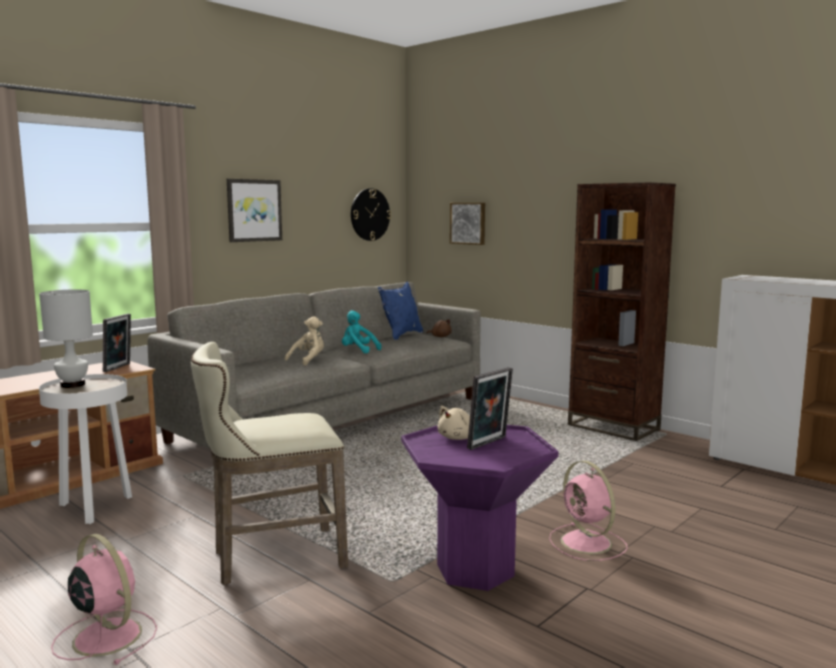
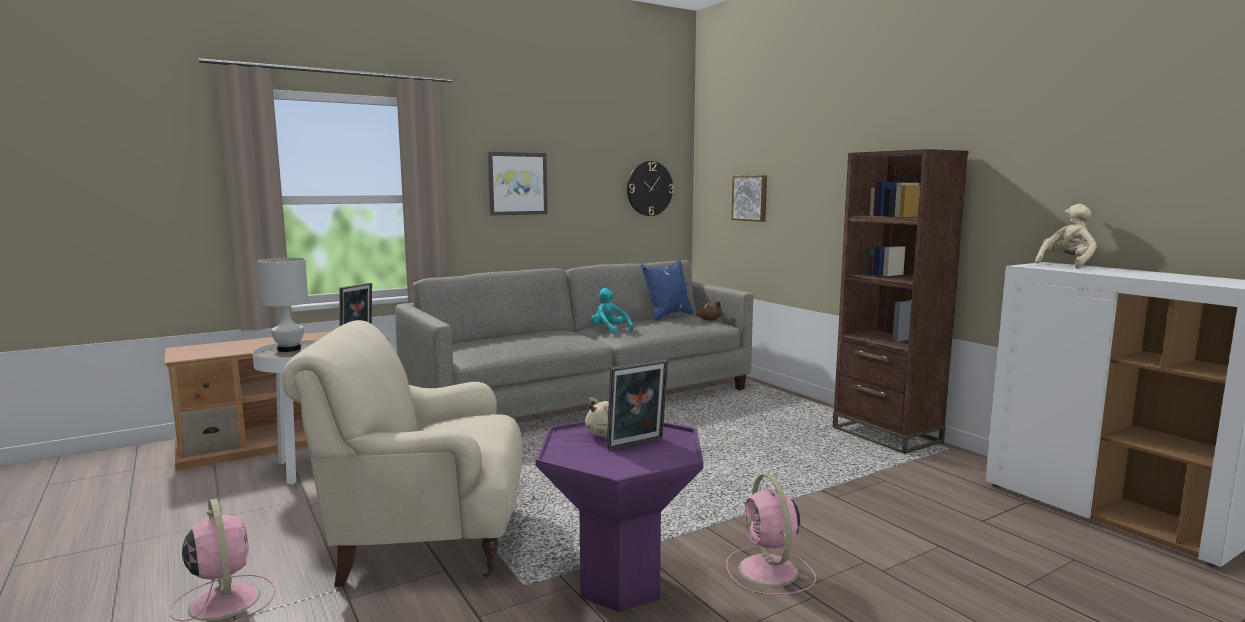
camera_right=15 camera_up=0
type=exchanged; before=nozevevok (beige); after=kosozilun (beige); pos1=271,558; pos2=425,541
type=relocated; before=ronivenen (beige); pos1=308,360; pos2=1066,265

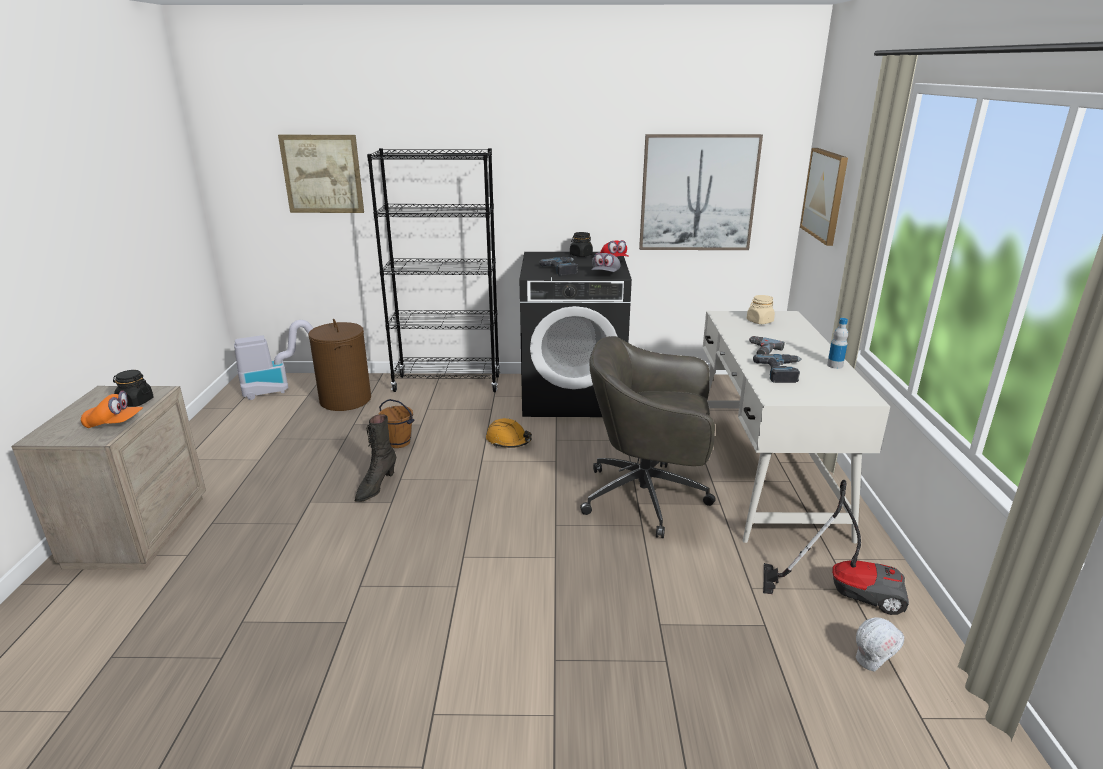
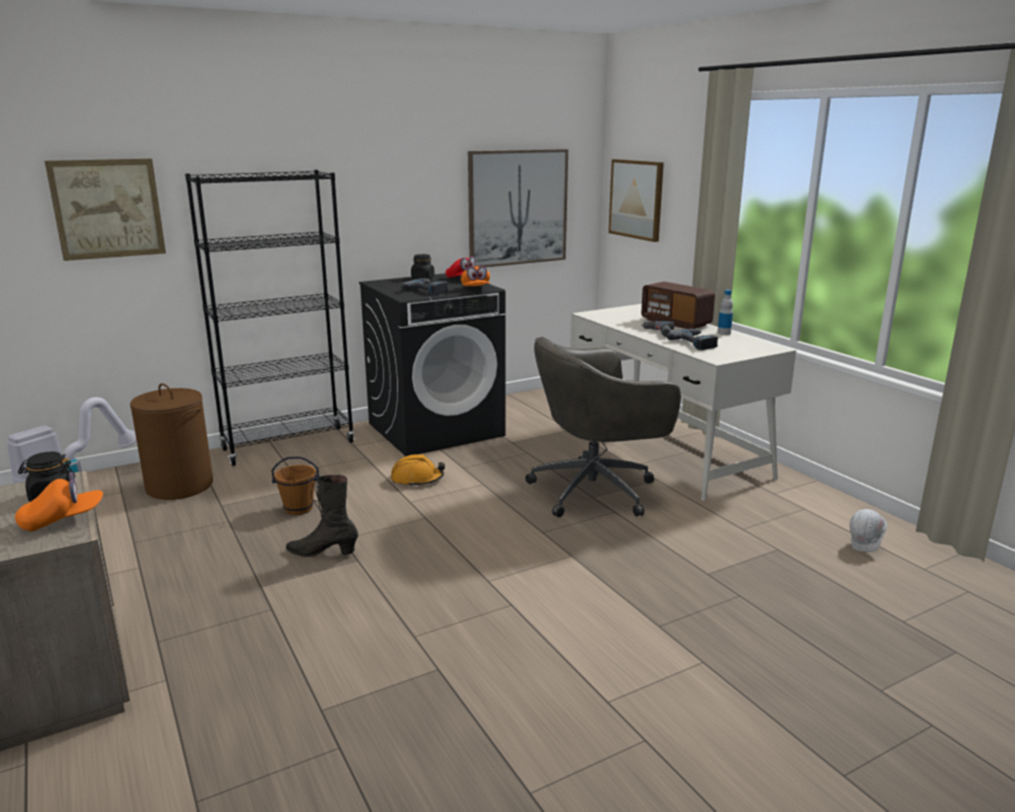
camera_right=-30 camera_up=-5
type=spun; before=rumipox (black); pos1=376,487; pos2=323,552; turn=105
type=colour; before=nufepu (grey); after=nufepu (orange); pos1=605,274; pos2=476,289
type=appeared; after=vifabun; pos2=676,322
type=missing; before=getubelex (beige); pos1=759,321
type=missing; before=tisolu; pos1=844,589

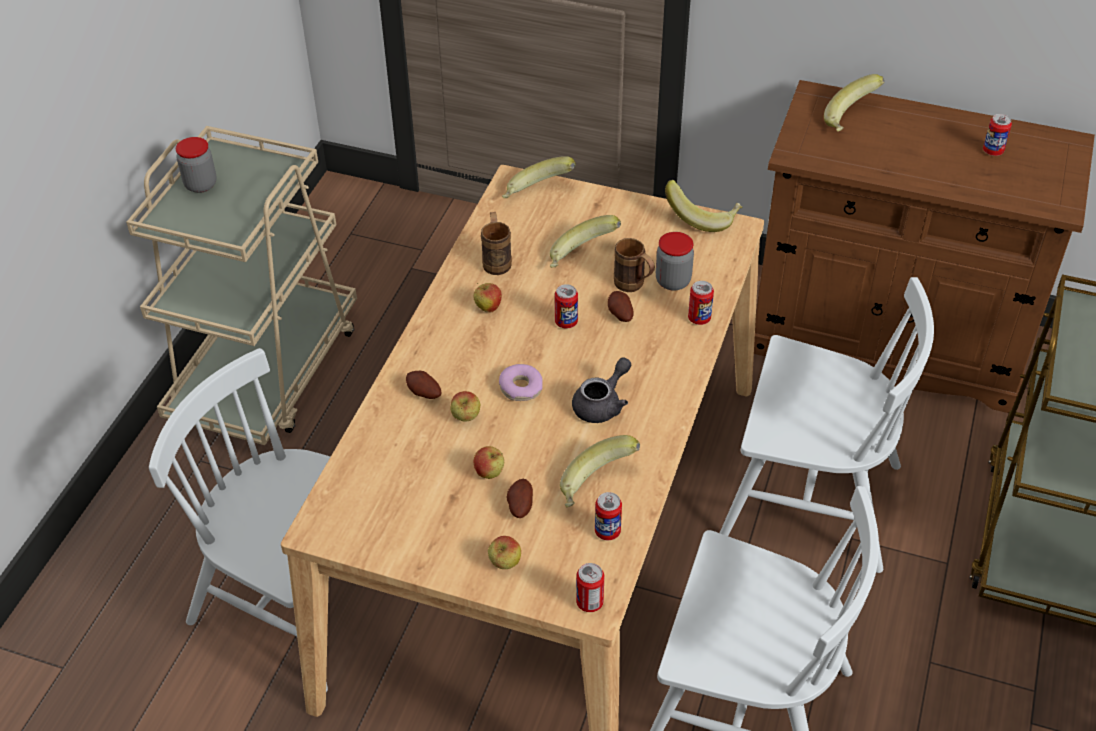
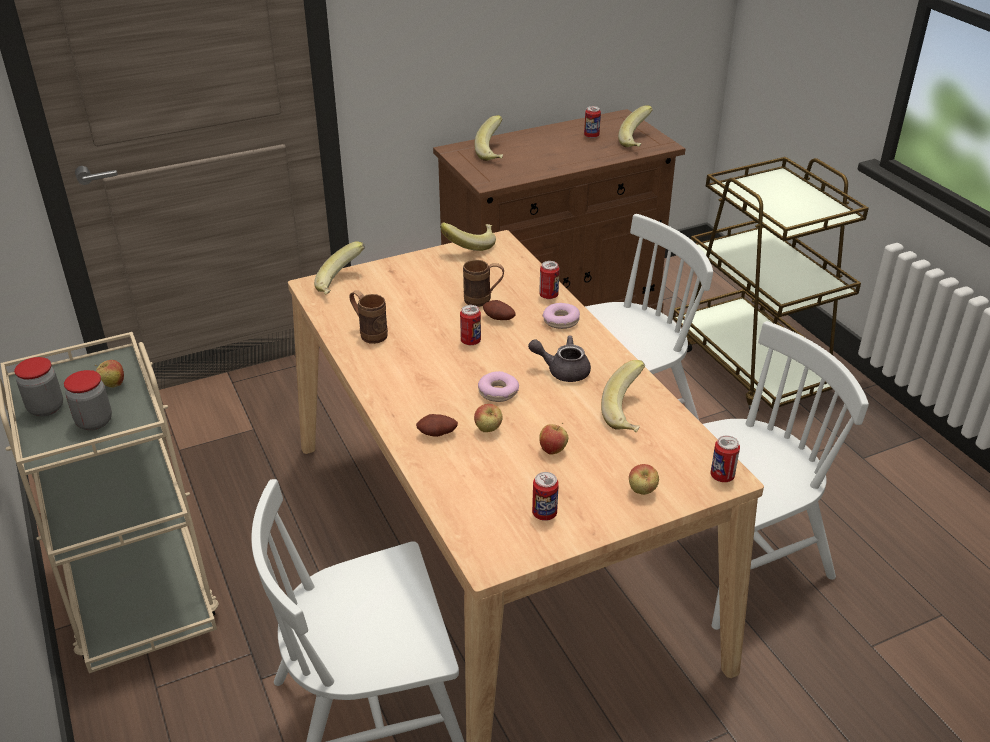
camera_right=-45 camera_up=-10
type=relocated; before=getubelex; pos1=673,281; pos2=94,422
type=relocated; before=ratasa; pos1=488,308; pos2=113,385
type=spun; before=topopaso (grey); pos1=602,404; pos2=562,370; turn=-75
type=relocated; before=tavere; pos1=607,531; pos2=544,514
type=appeared; after=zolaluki; pos2=561,321
type=relocated; before=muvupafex; pos1=582,258; pos2=638,142
type=missing; before=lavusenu; pos1=519,506

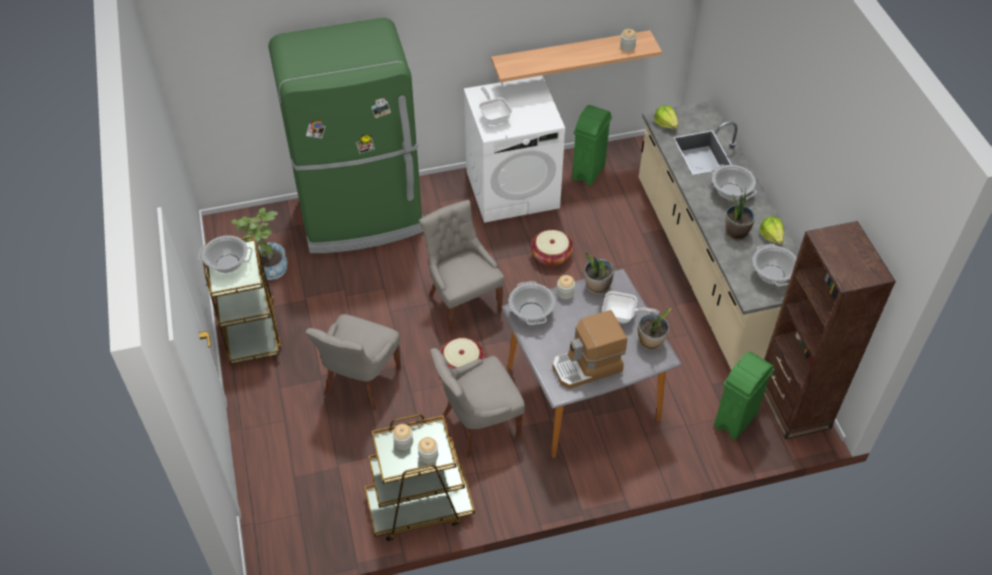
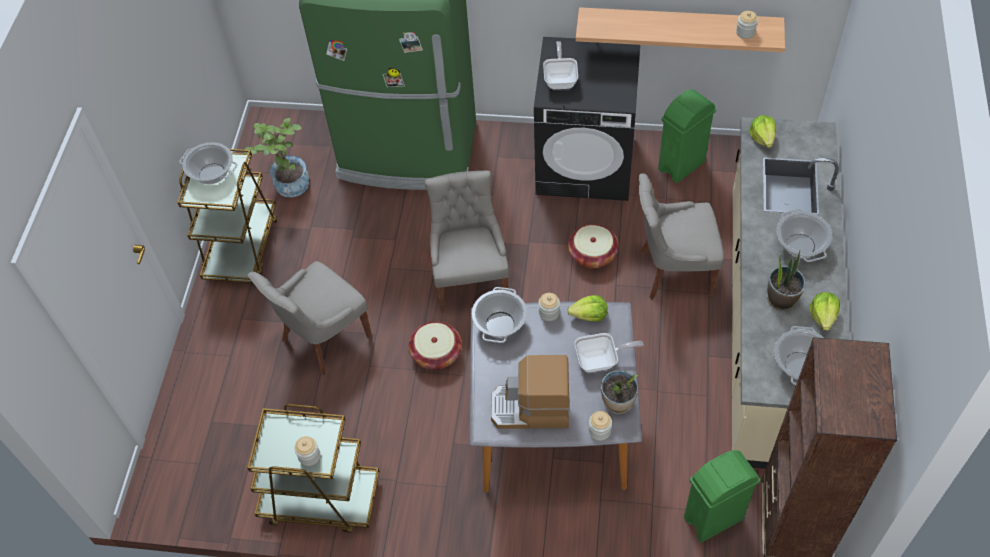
camera_right=25 camera_up=5
type=colour; before=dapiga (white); after=dapiga (black); pos1=513,189; pos2=585,164
type=exchanged; before=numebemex; after=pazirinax; pos1=597,286; pos2=589,315
type=spun; before=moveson; pos1=622,316; pos2=600,360; turn=-45
type=relocated; before=getubelex; pos1=403,442; pos2=599,431
type=relocated; before=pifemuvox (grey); pos1=478,425; pos2=673,271

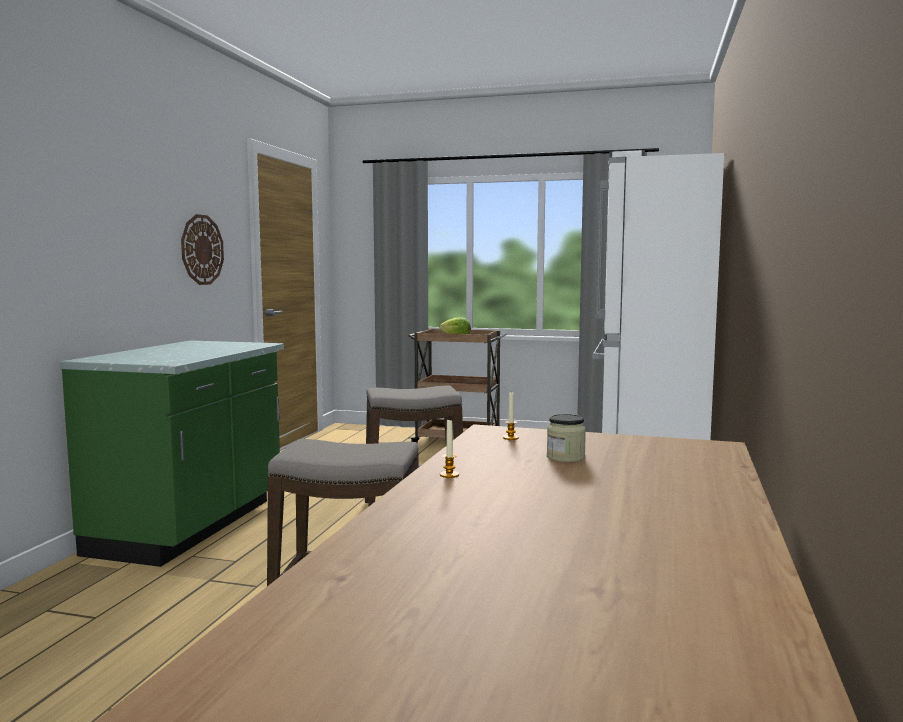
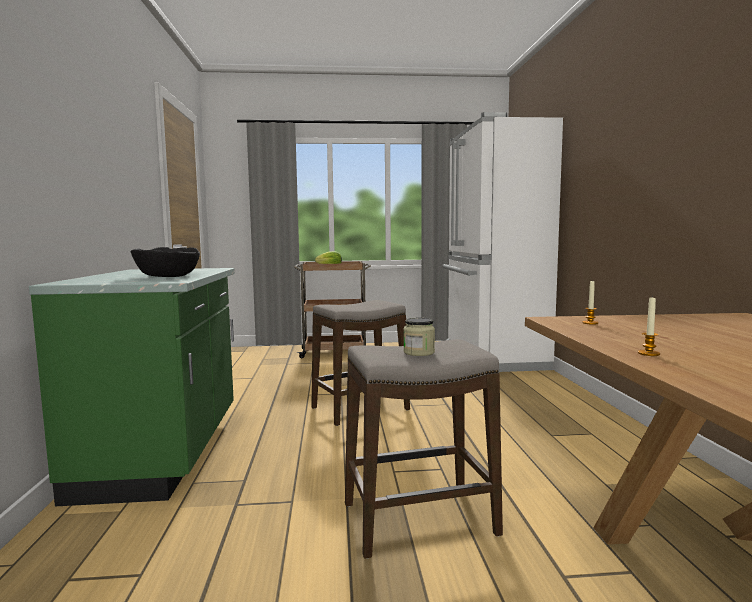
camera_right=-20 camera_up=0
type=appeared; after=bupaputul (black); pos2=168,276
type=relocated; before=getubelex; pos1=565,457; pos2=419,352
type=missing; before=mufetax; pos1=202,250

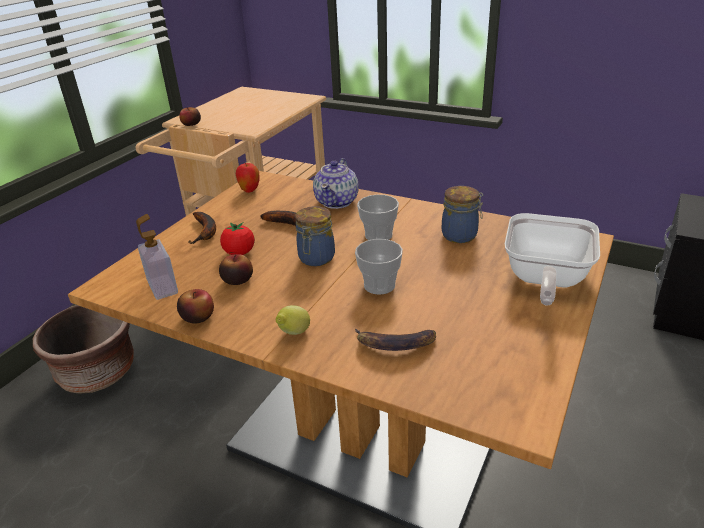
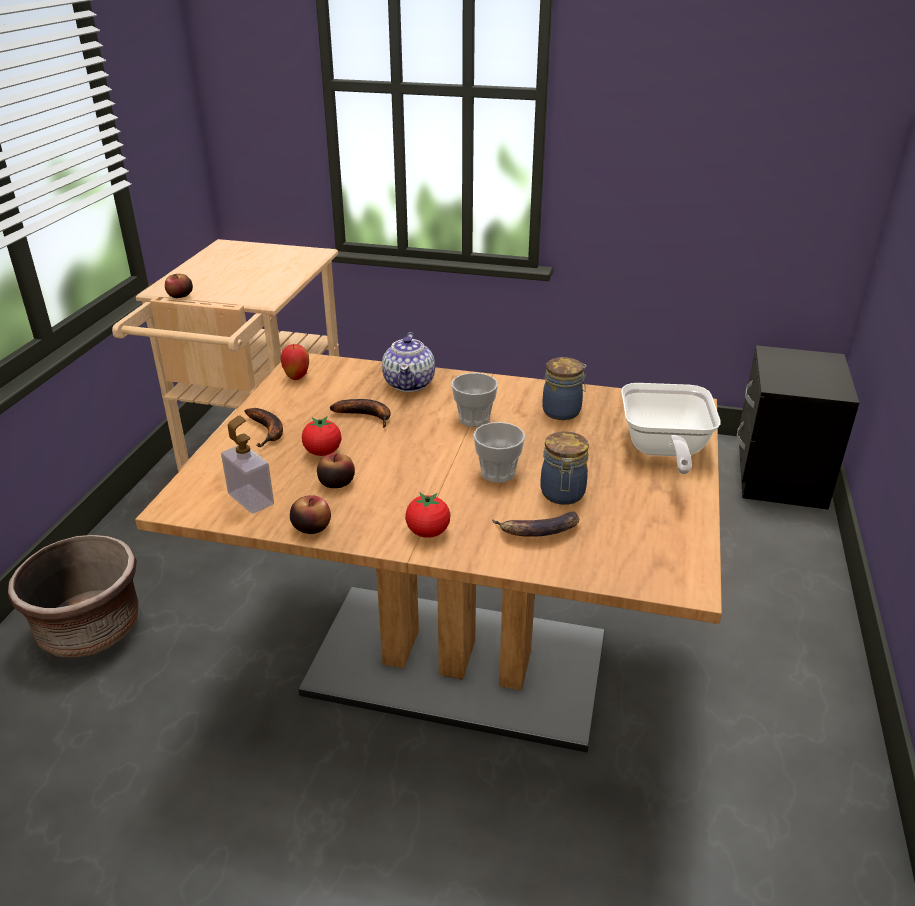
camera_right=-15 camera_up=0
type=exchanged; before=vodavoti; after=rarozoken; pos1=293,333; pos2=428,532
type=relocated; before=getubelex; pos1=316,259; pos2=562,495

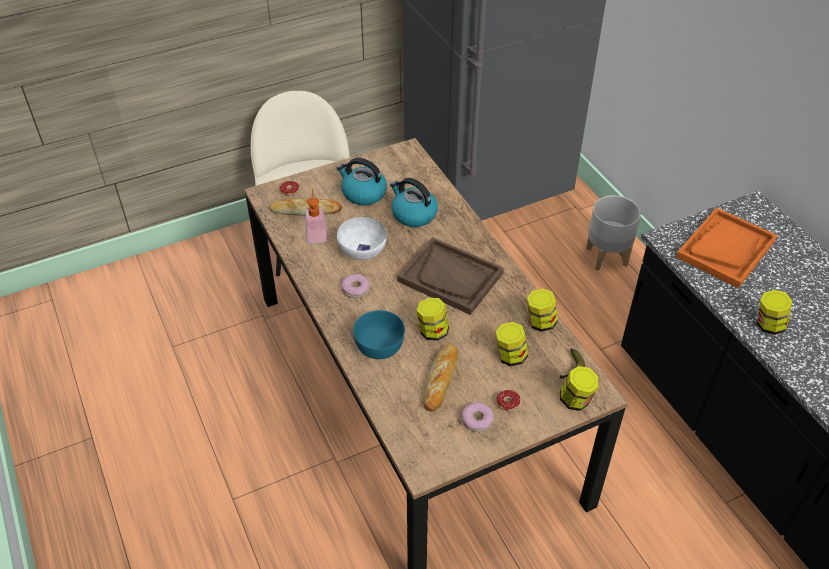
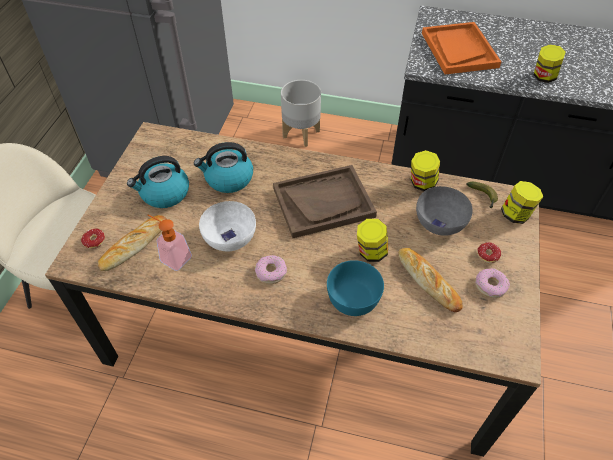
camera_right=-50 camera_up=5
type=exchanged; before=getubelex; after=bupaputul (grey); pos1=510,356; pos2=440,222

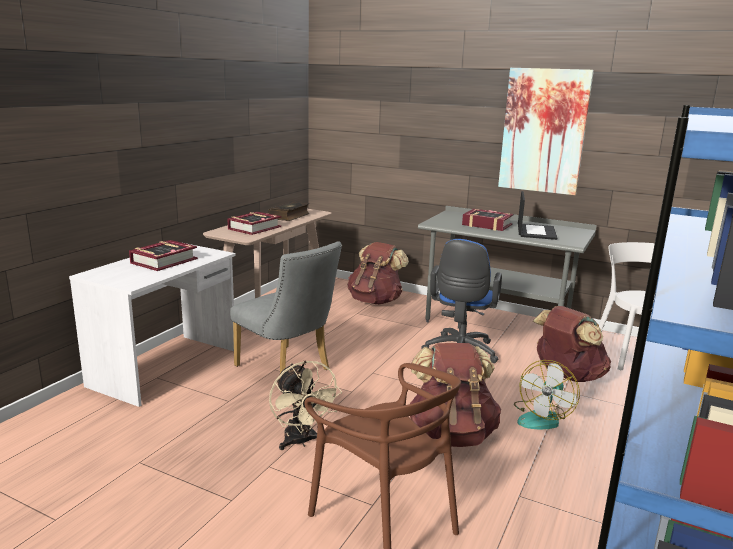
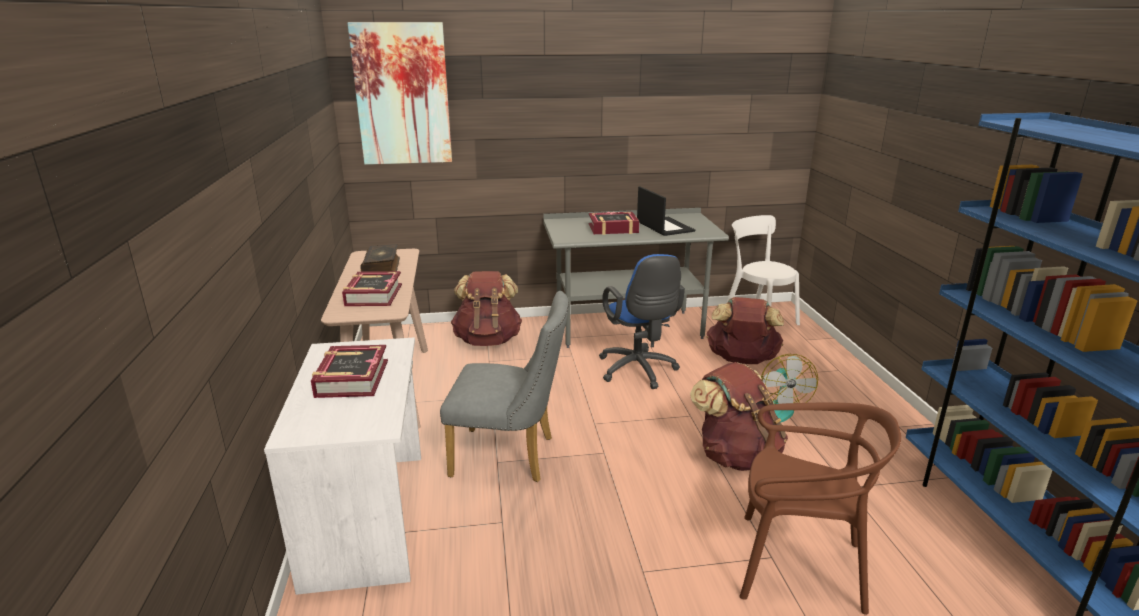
camera_right=-35 camera_up=5
type=relocated; before=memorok; pos1=543,131; pos2=402,95
type=missing; before=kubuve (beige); pos1=301,442

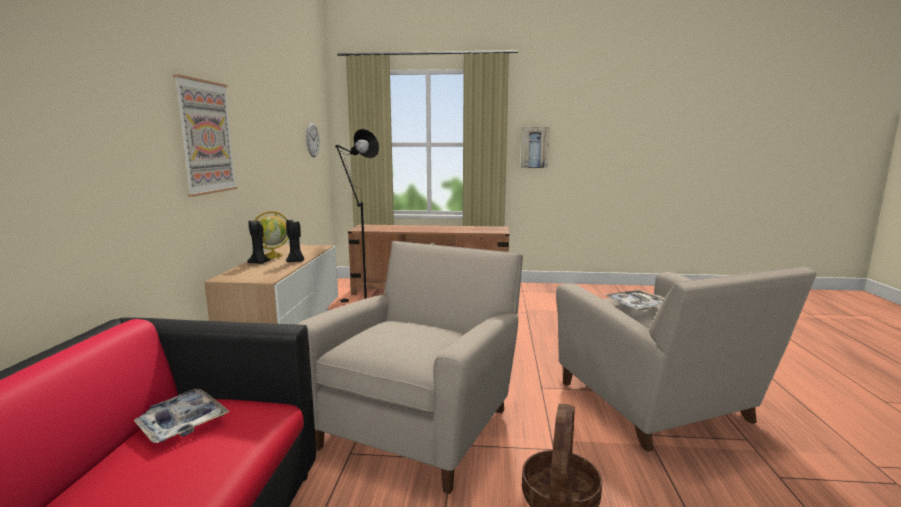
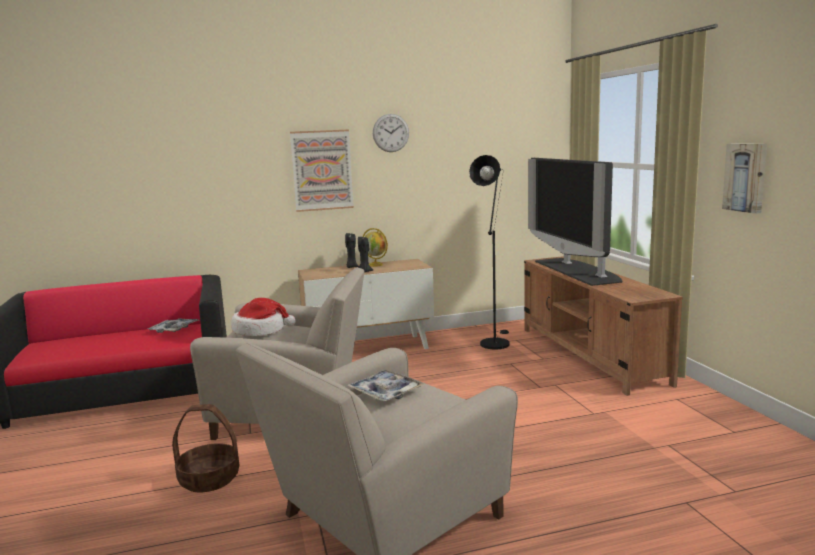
camera_right=70 camera_up=0
type=appeared; after=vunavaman; pos2=260,330
type=relocated; before=mufetax; pos1=312,140; pos2=390,133
type=appeared; after=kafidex; pos2=577,271

